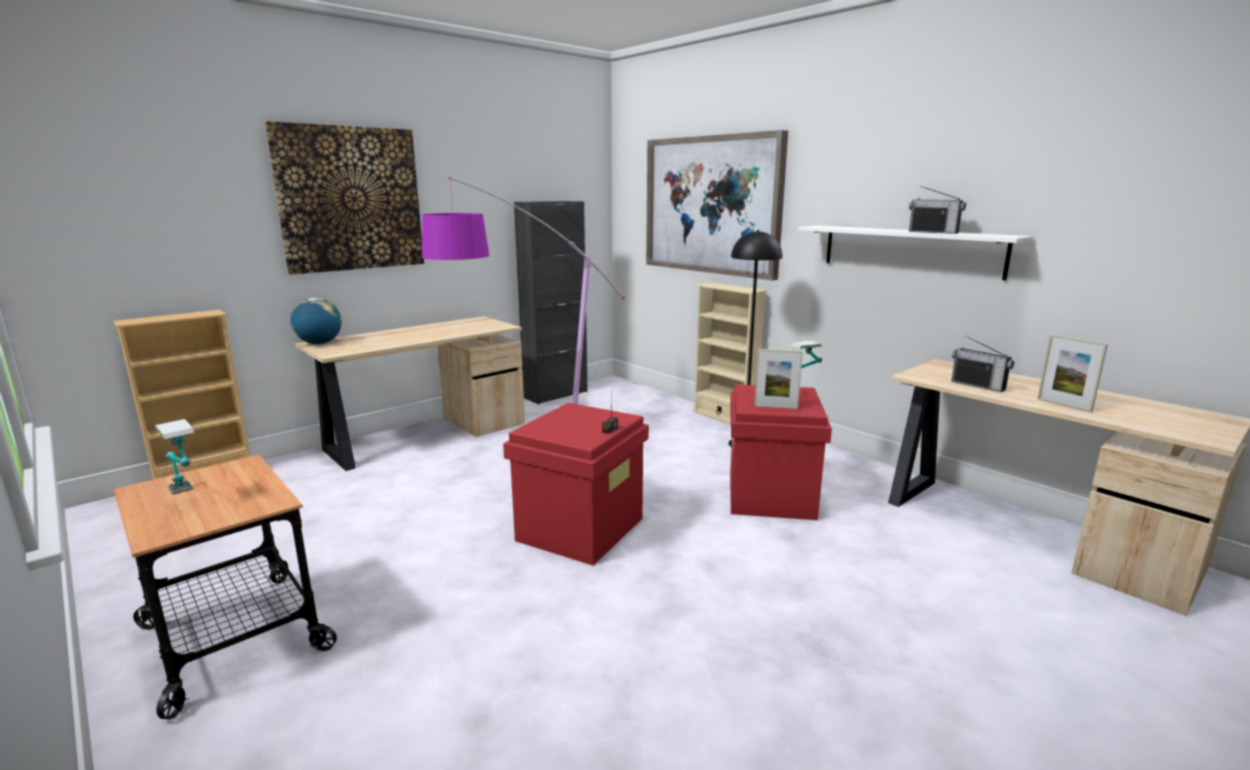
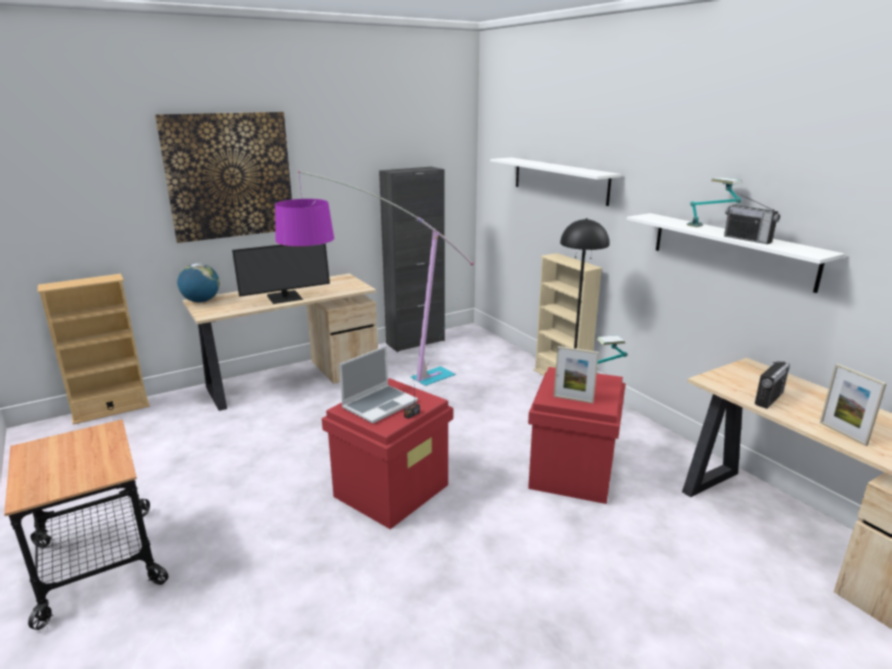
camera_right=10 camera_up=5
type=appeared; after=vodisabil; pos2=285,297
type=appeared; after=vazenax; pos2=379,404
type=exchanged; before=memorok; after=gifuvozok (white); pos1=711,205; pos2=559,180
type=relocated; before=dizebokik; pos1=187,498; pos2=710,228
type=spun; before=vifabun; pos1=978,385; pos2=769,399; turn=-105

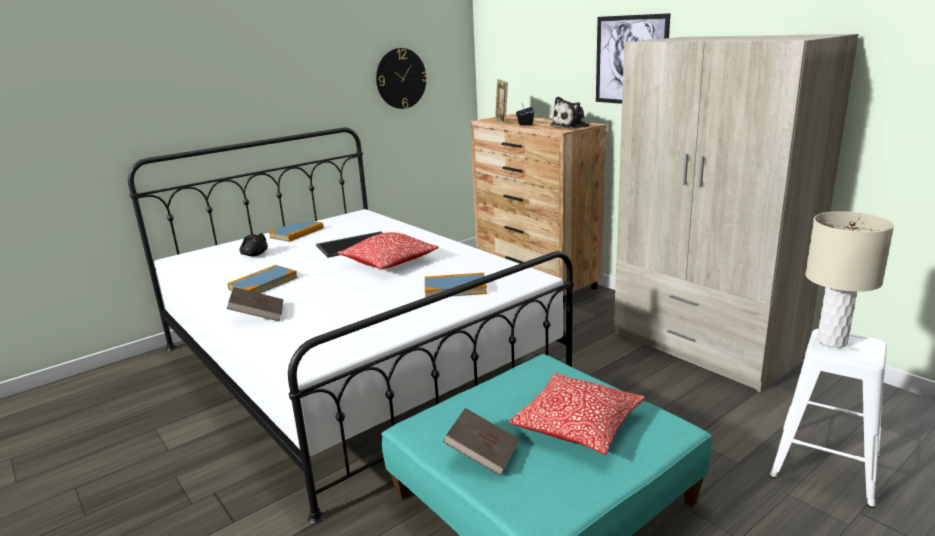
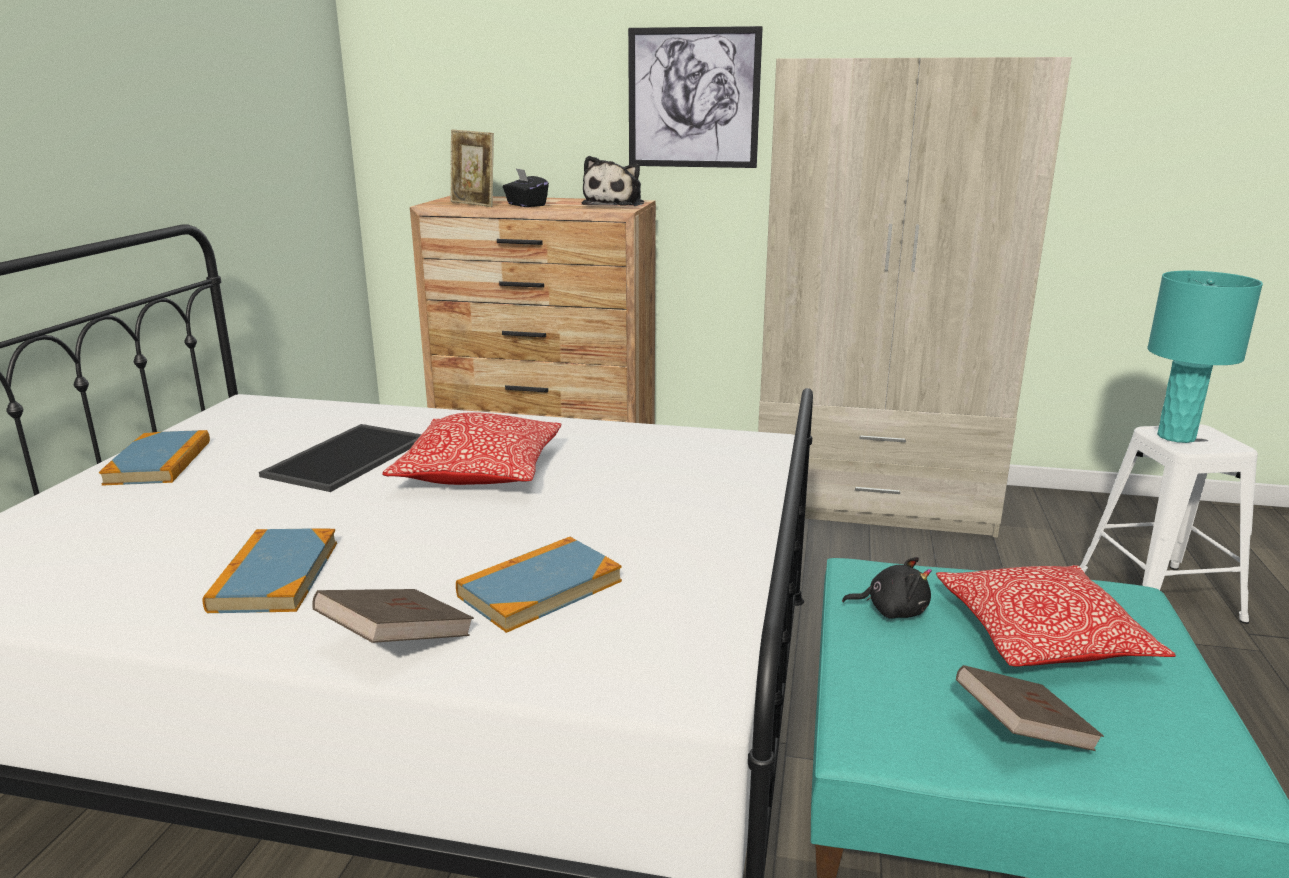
camera_right=-40 camera_up=0
type=relocated; before=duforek; pos1=455,288; pos2=540,588
type=relocated; before=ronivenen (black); pos1=254,254; pos2=892,610
type=colour; before=dizebokik (beige); after=dizebokik (turquoise); pos1=832,341; pos2=1176,437
type=missing; before=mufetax; pos1=401,78

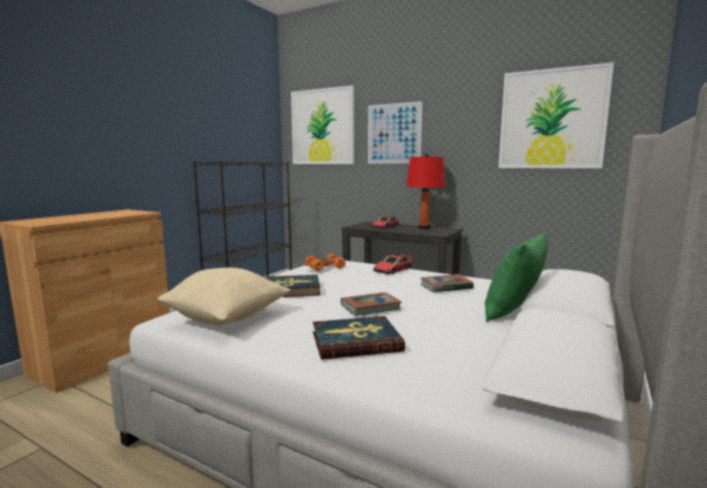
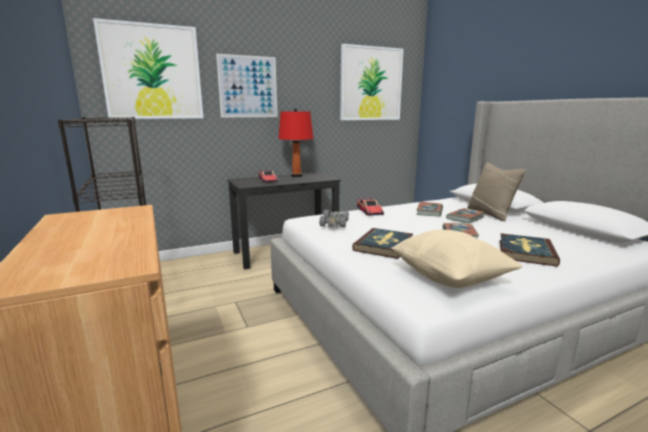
camera_right=-55 camera_up=5
type=colour; before=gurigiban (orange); after=gurigiban (grey); pos1=324,267; pos2=334,223
type=appeared; after=duforek; pos2=465,218
type=colour; before=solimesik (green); after=solimesik (beige); pos1=512,312; pos2=490,213

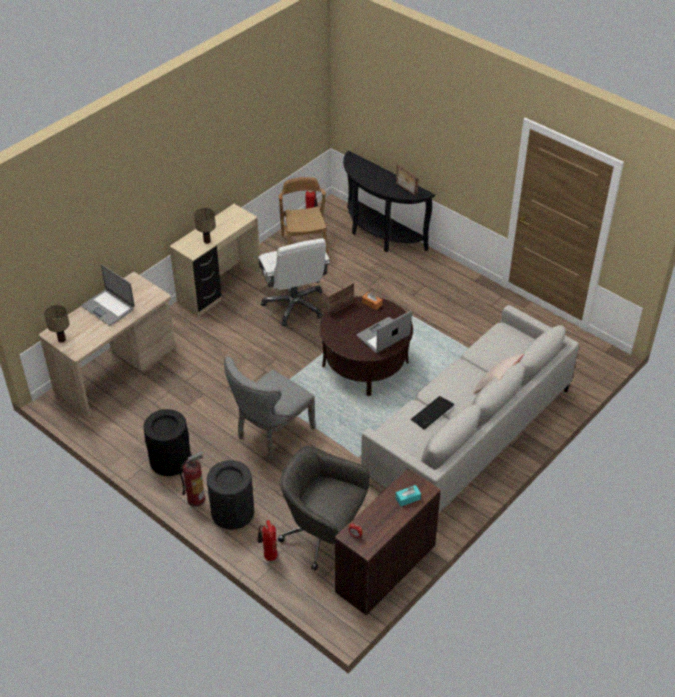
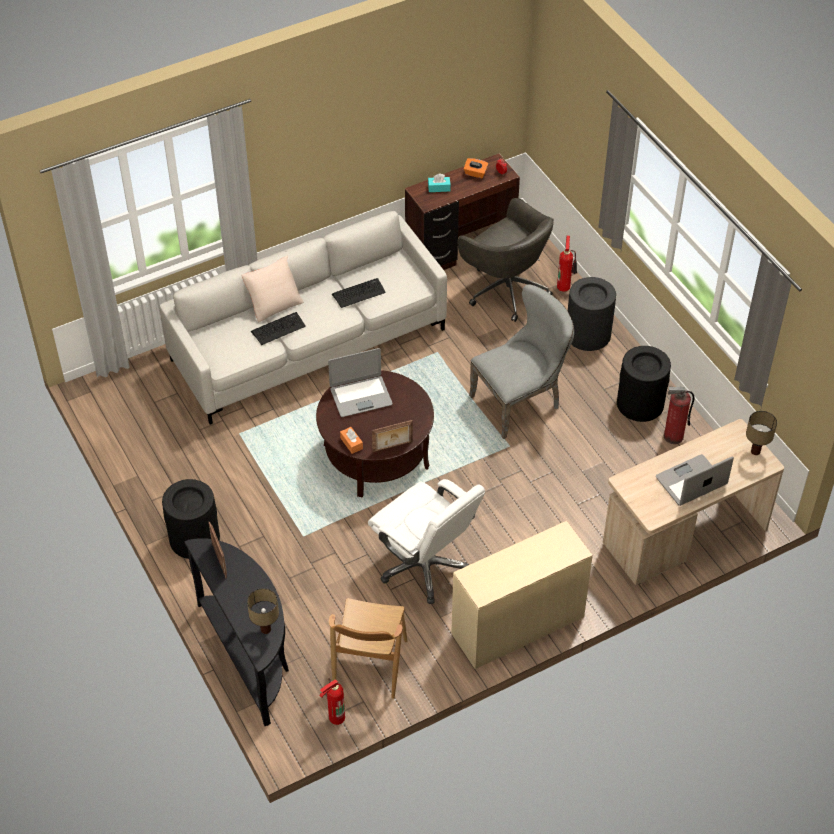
camera_right=-160 camera_up=5
type=appeared; after=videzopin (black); pos2=194,538
type=relocated; before=dizebokik; pos1=207,241; pos2=265,630
type=appeared; after=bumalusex; pos2=278,329
type=spun; before=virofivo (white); pos1=295,305; pos2=425,566; turn=135
type=appeared; after=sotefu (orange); pos2=475,173
type=spun; before=vazenax; pos1=108,307; pos2=691,482; turn=-90
type=relocated; before=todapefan; pos1=196,499; pos2=673,436

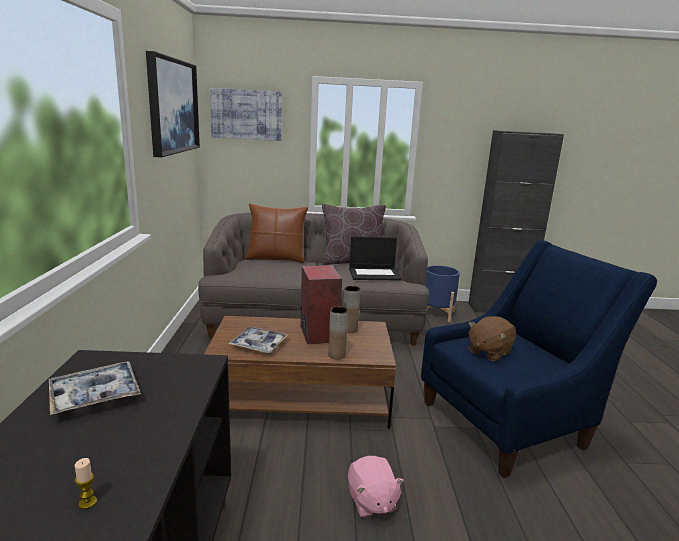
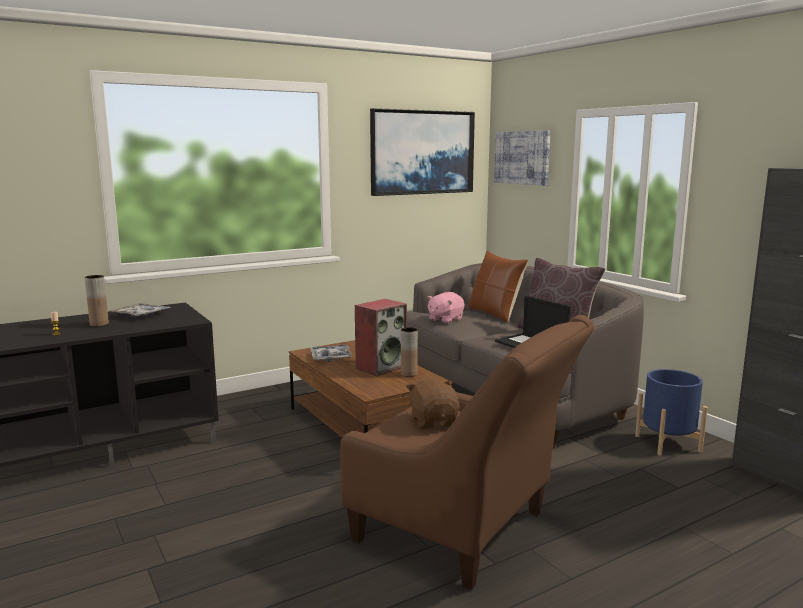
camera_right=60 camera_up=-5
type=relocated; before=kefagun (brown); pos1=336,355; pos2=99,324
type=colour; before=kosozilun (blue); after=kosozilun (brown); pos1=511,422; pos2=463,532
type=spun; before=ronivenen (brown); pos1=488,352; pos2=434,421; turn=60
type=relocated; before=ronivenen (pink); pos1=371,501; pos2=445,319

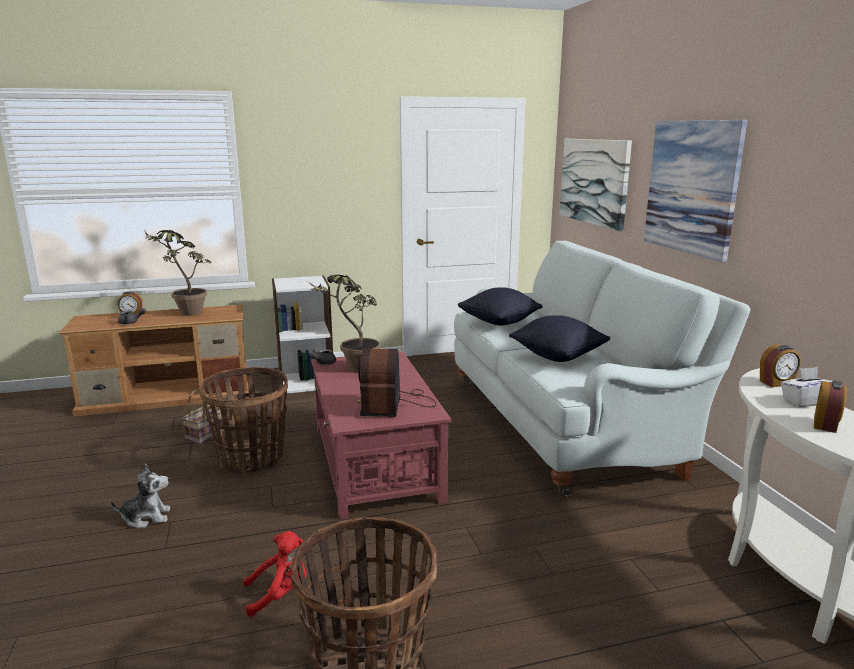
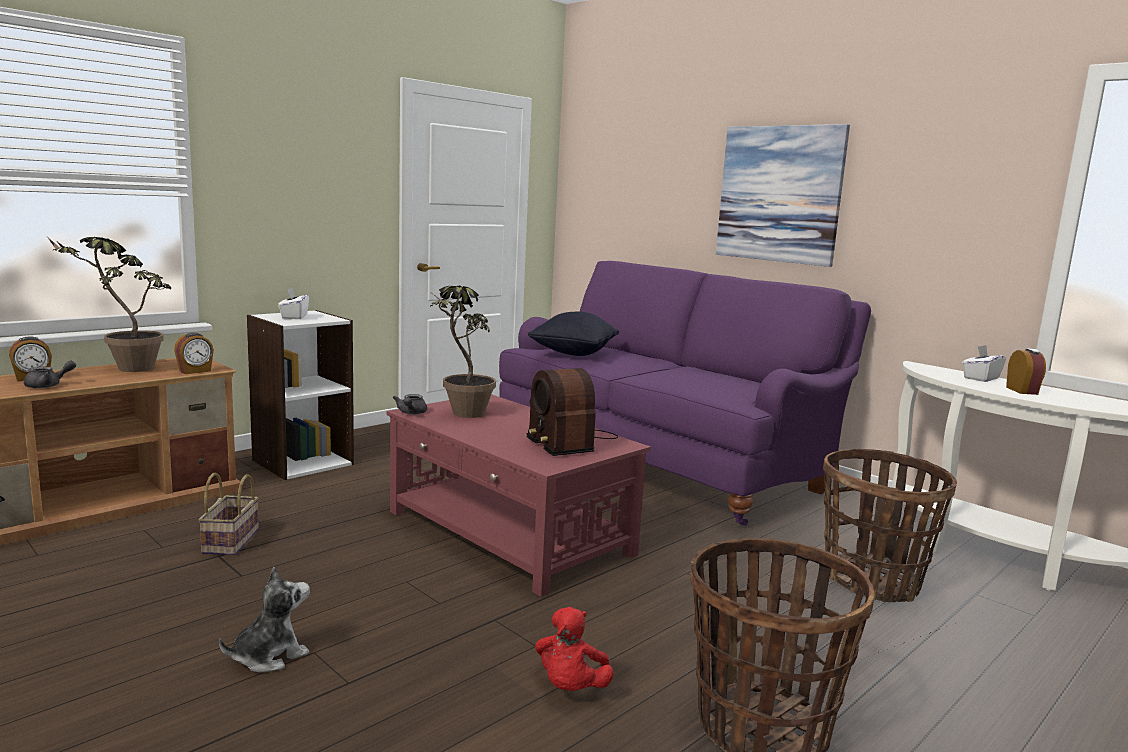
camera_right=-30 camera_up=-5
type=relocated; before=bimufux; pos1=776,383; pos2=195,371
type=appeared; after=sotefu (white); pos2=294,317
type=colour; before=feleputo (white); after=feleputo (purple); pos1=567,422; pos2=663,462
type=spun; before=ronivenen (red); pos1=280,594; pos2=571,688; turn=150
type=relocated; before=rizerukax; pos1=251,458; pos2=872,581
type=missing; before=solimesik (black); pos1=558,356
type=missing; before=memorok; pos1=594,181

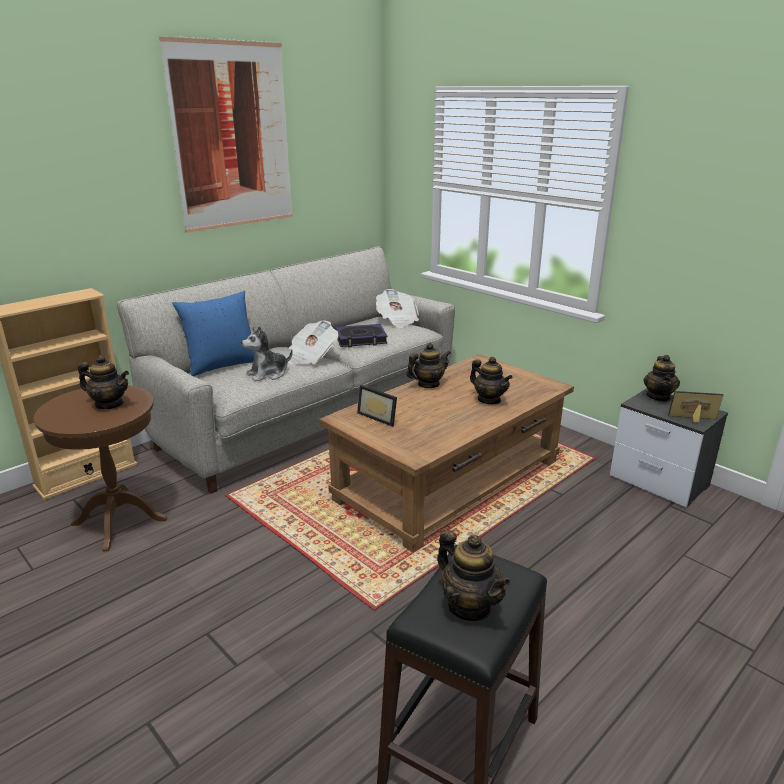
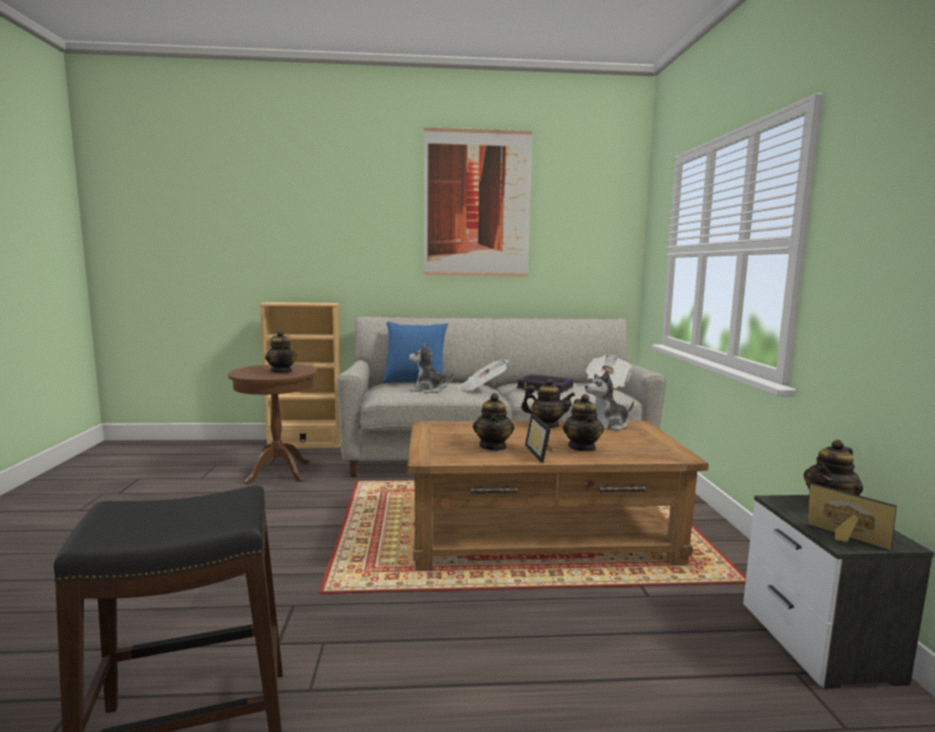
camera_right=40 camera_up=-15
type=relocated; before=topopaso; pos1=470,606; pos2=493,446
type=relocated; before=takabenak; pos1=379,417; pos2=542,453
type=appeared; after=ronivenen; pos2=607,426

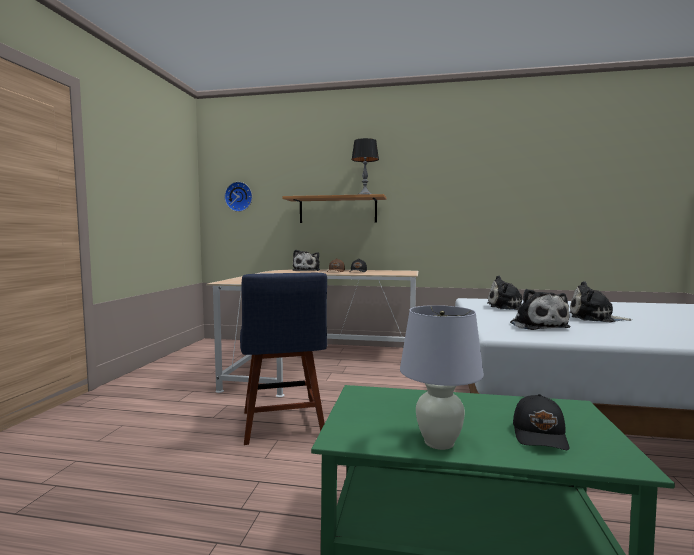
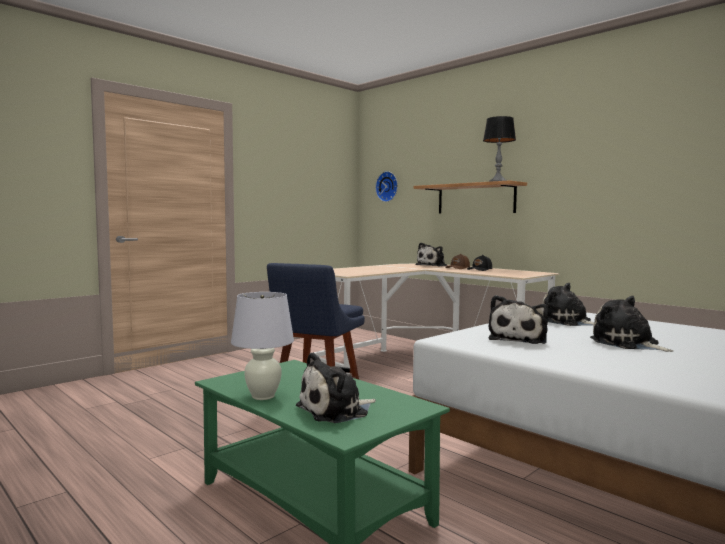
camera_right=35 camera_up=0
type=exchanged; before=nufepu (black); after=ronivenen; pos1=541,435; pos2=336,410

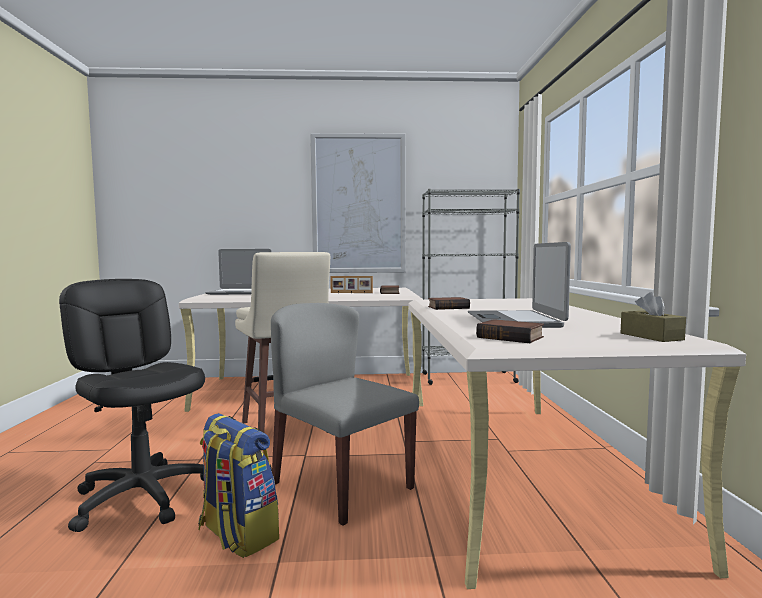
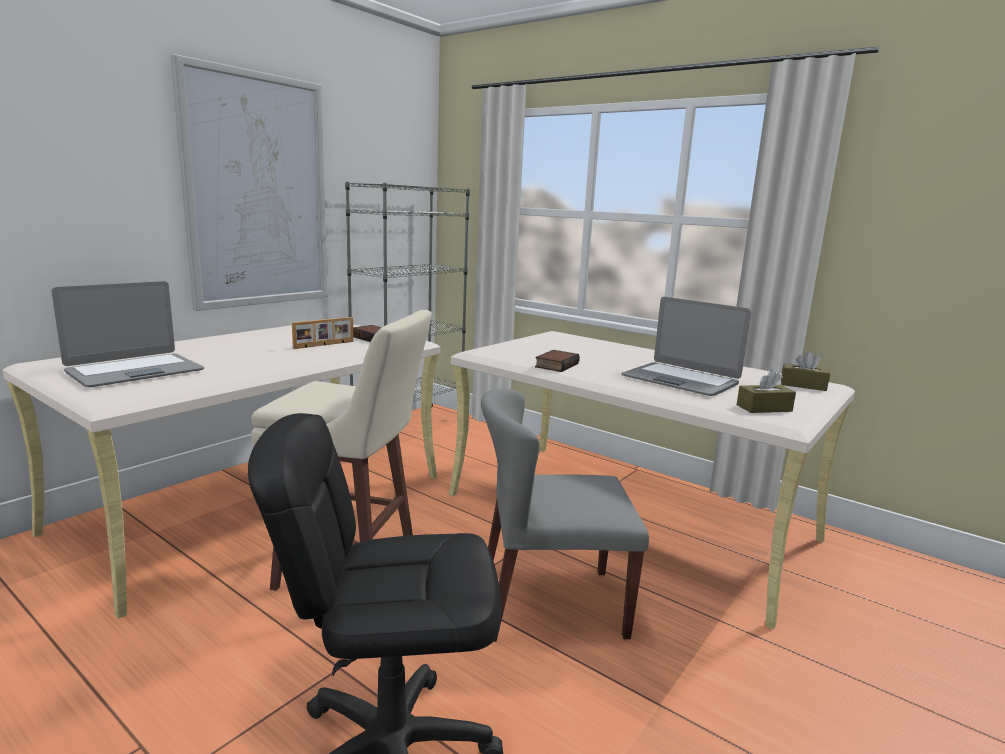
camera_right=-50 camera_up=10
type=exchanged; before=duforek; after=sotefu (brown); pos1=511,337; pos2=764,408
type=missing; before=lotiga; pos1=237,535

